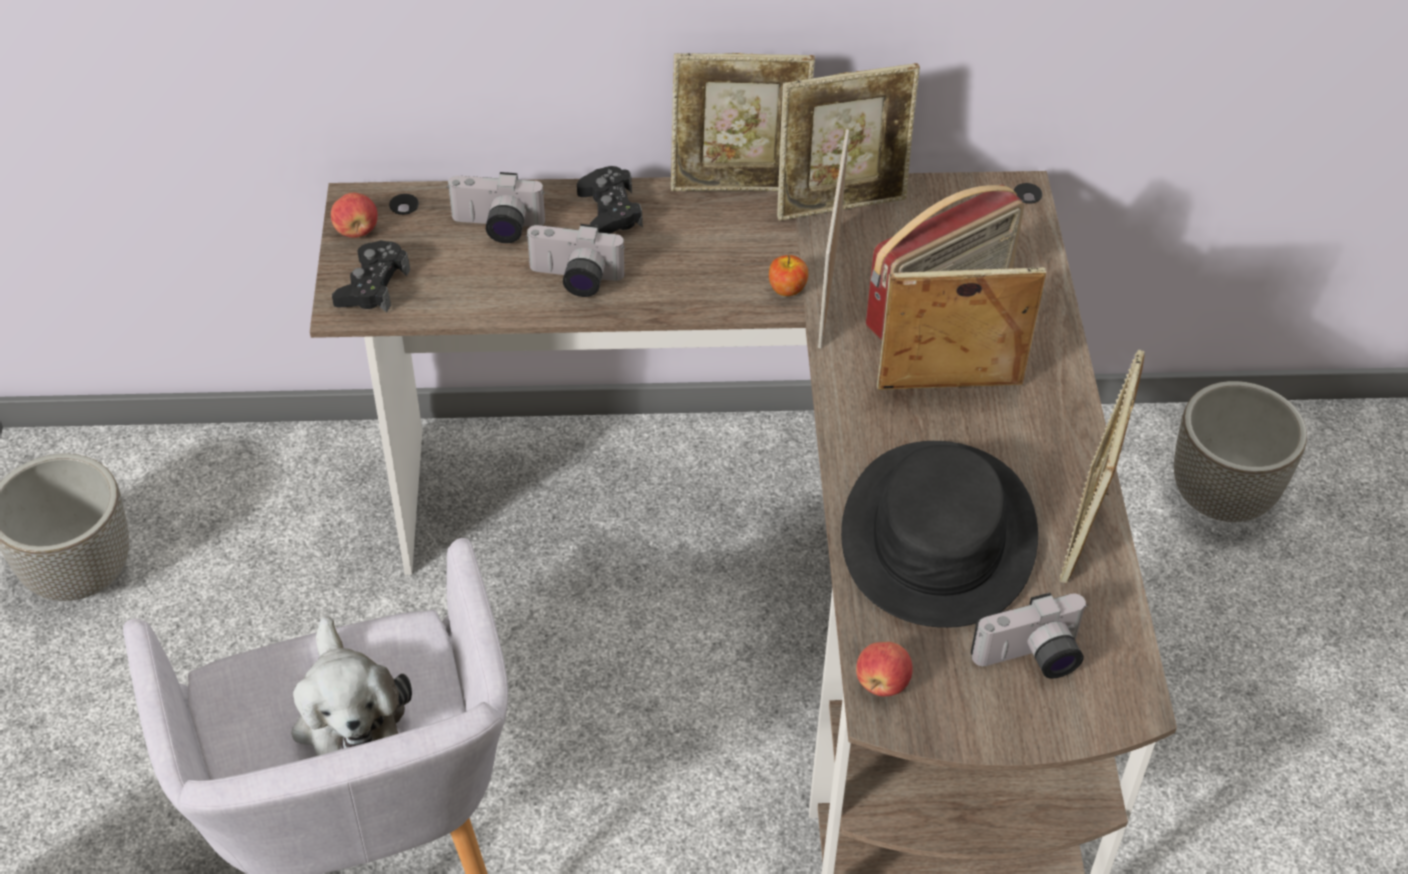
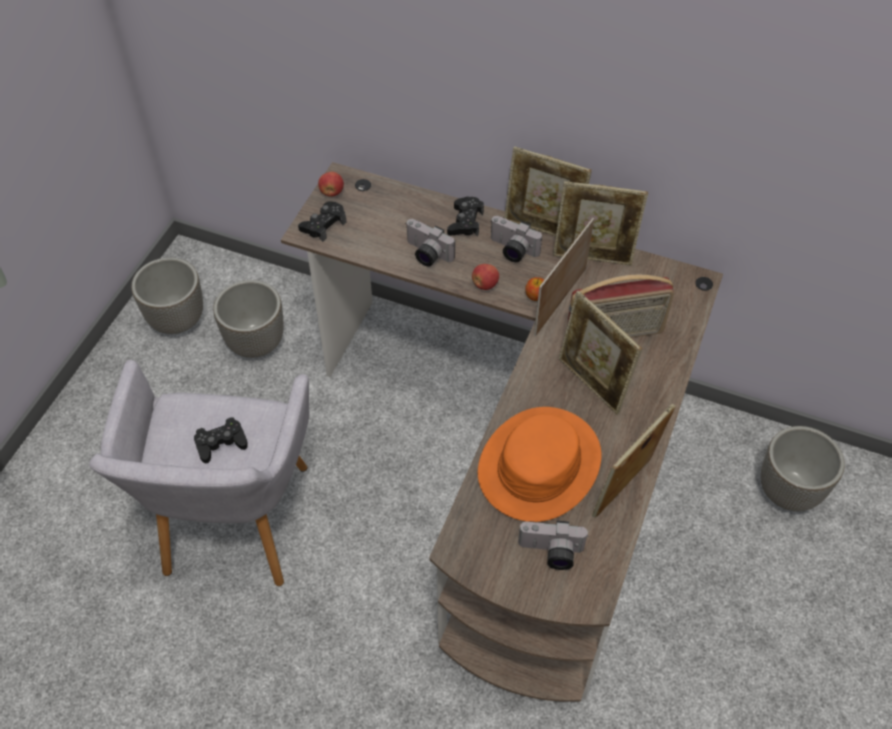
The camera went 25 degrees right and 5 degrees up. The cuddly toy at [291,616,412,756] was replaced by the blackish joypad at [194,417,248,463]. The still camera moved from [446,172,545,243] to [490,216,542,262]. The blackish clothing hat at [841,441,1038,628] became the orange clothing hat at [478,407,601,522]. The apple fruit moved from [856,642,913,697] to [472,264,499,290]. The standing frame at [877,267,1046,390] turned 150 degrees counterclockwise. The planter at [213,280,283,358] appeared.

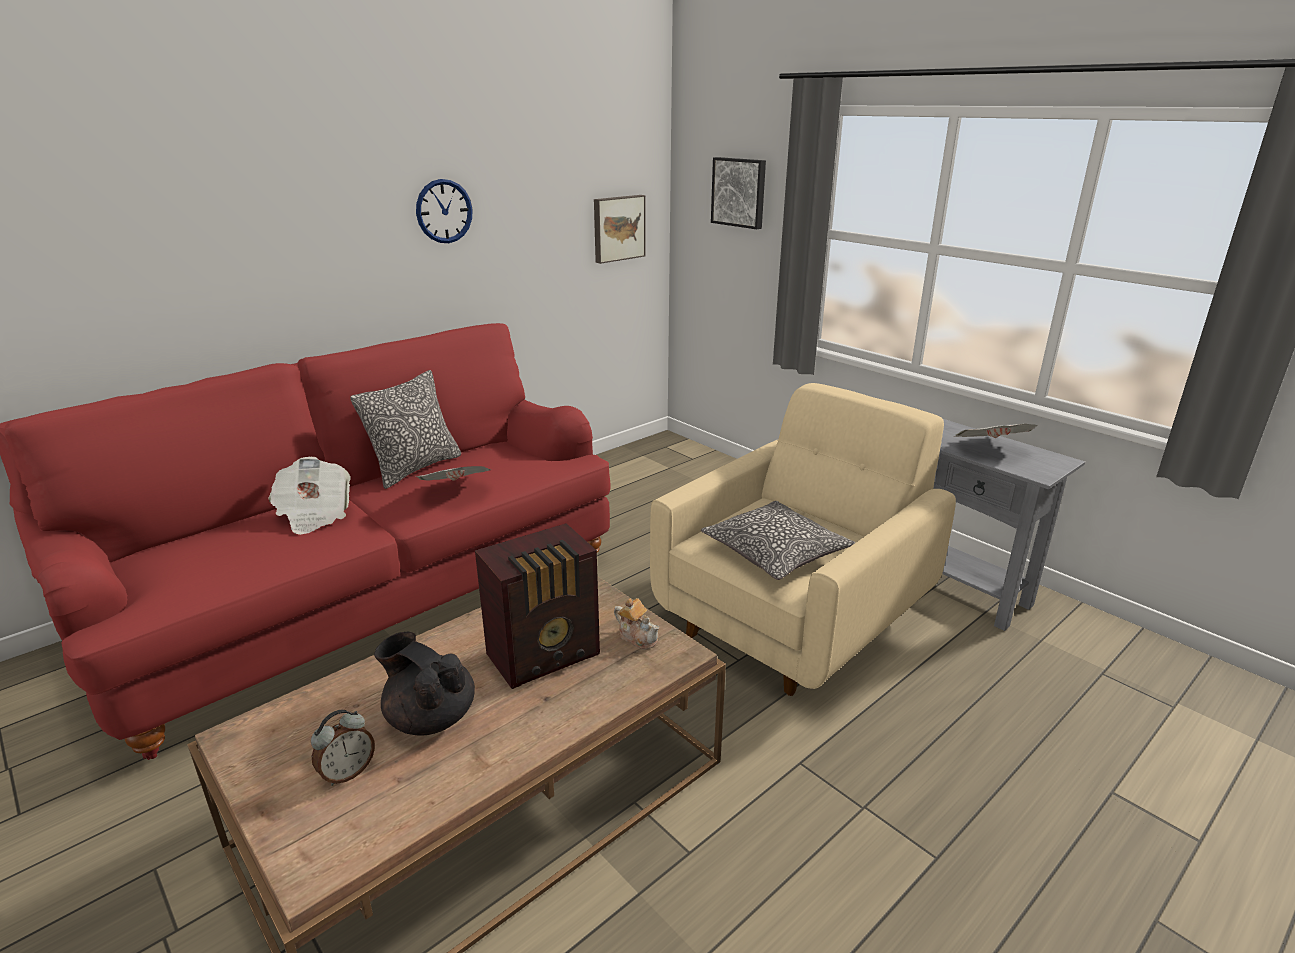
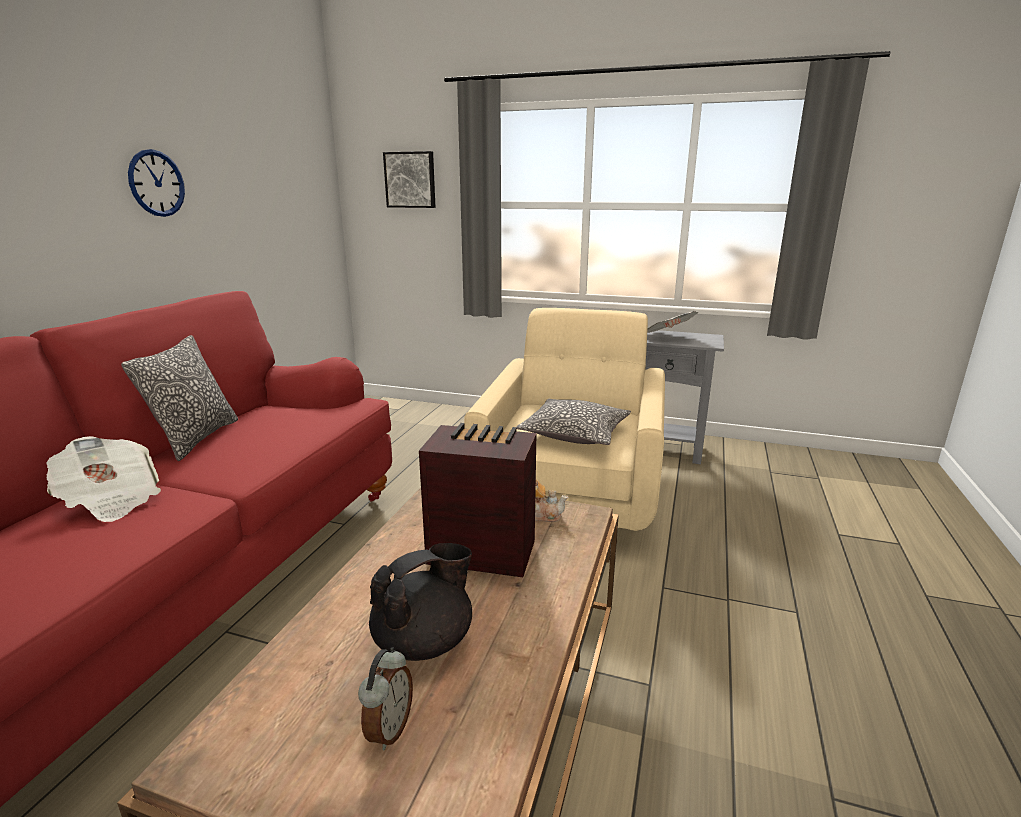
The camera went 30 degrees left and 5 degrees down. The blackish teapot at [374,632,475,736] turned 135 degrees clockwise. The newspaper at [416,466,491,481] disappeared. The radio at [475,523,600,689] turned 105 degrees counterclockwise. The picture at [594,195,645,264] disappeared.

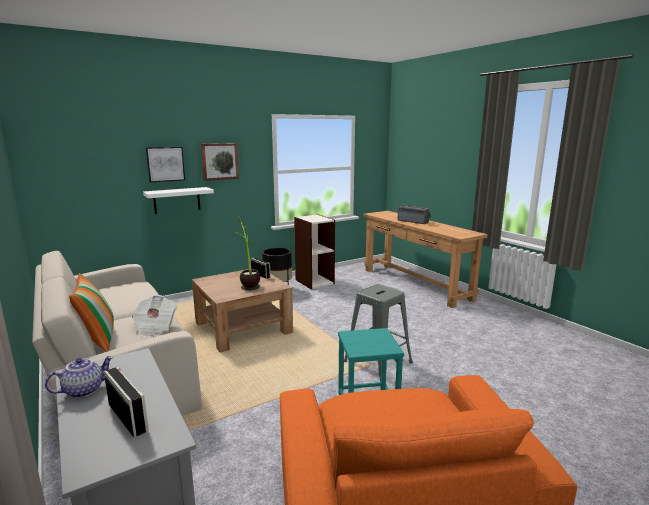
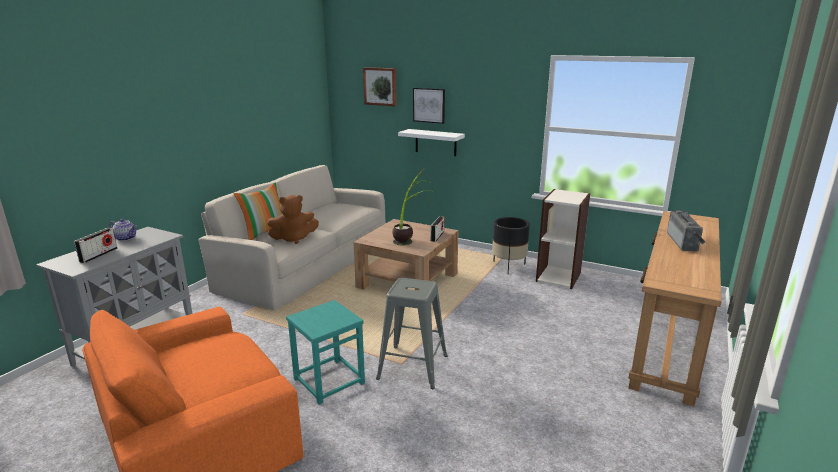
The camera went 60 degrees right and 5 degrees up. The newspaper at [132,295,177,337] was replaced by the brownish cuddly toy at [267,195,319,244]. The picture moved from [201,143,239,181] to [363,67,397,106].

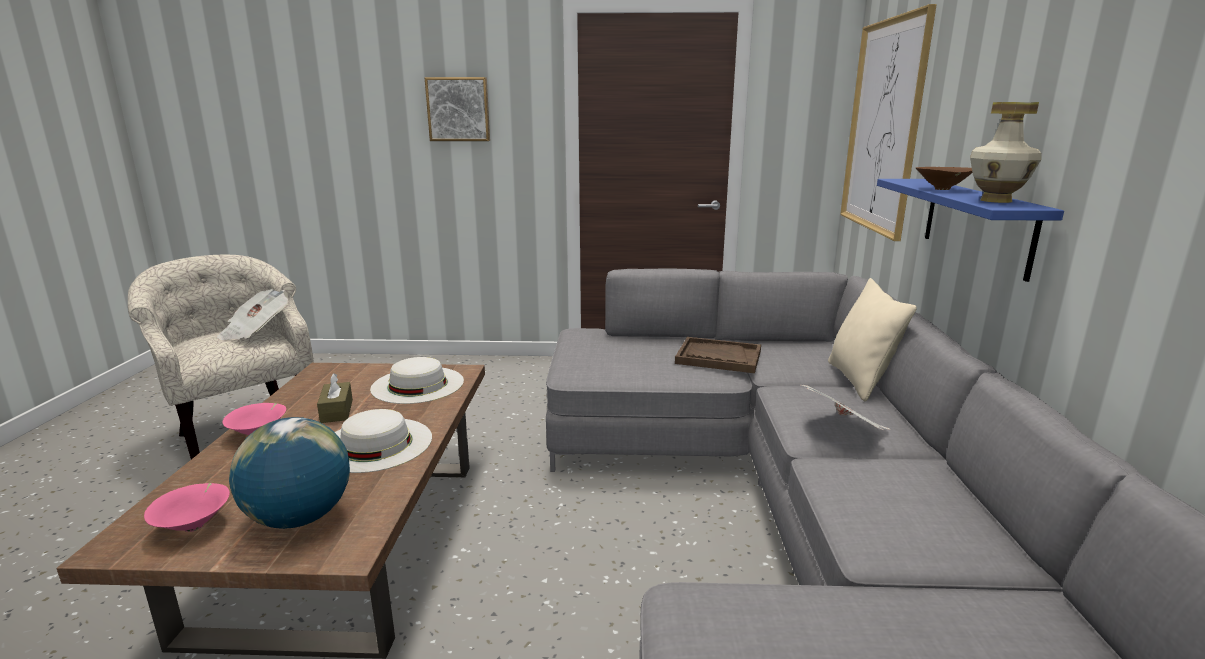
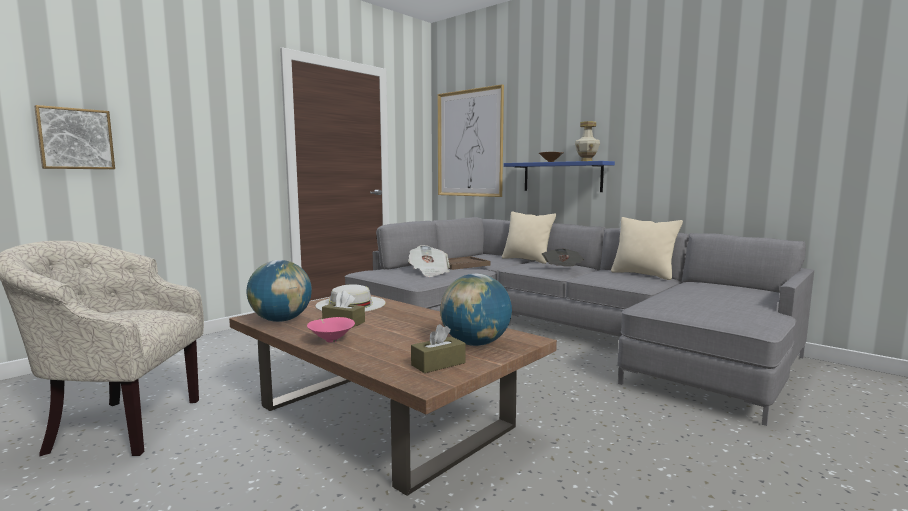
The camera went 50 degrees left and 10 degrees down. The pink-coloured bowl at [144,483,230,532] was replaced by the brownish box of tissues at [411,324,465,373]. The newspaper moved from [217,289,288,340] to [408,245,450,277]. The white-coloured clothing hat at [335,409,432,473] disappeared. The picture moved from [425,77,490,141] to [34,105,115,169]. The desk globe at [247,260,312,322] appeared. The beige-coloured throw pillow at [611,217,683,280] appeared.

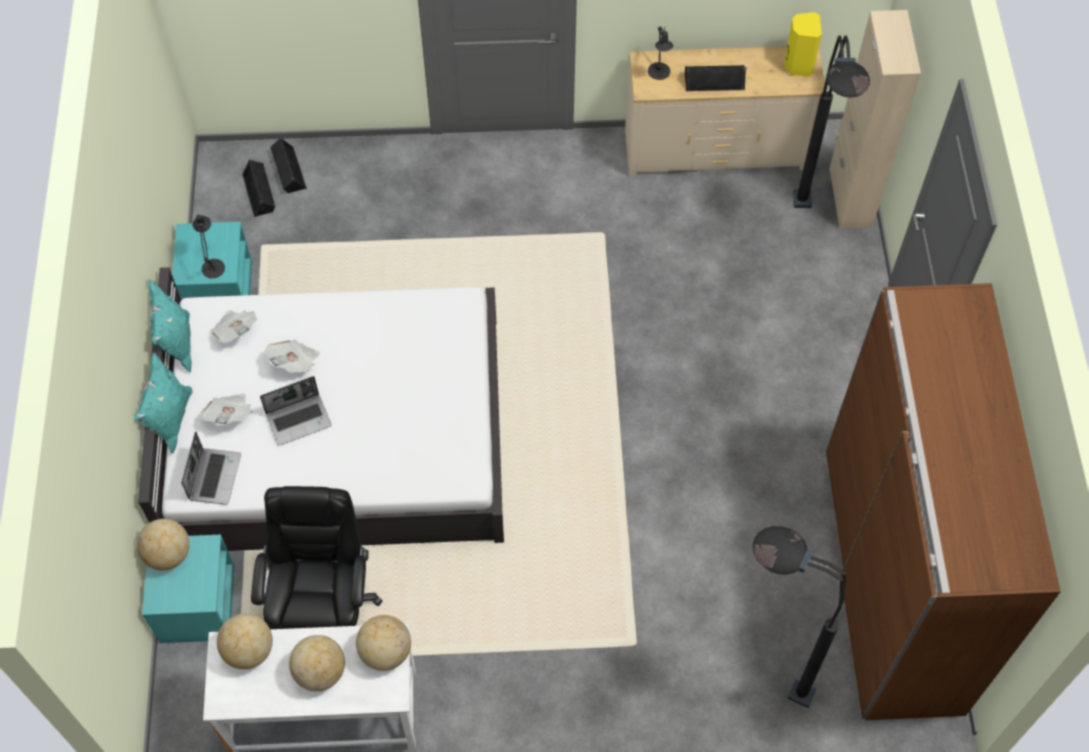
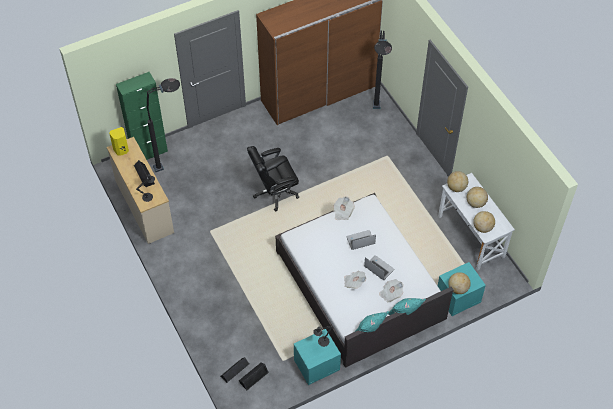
The camera went 115 degrees left and 5 degrees down. The portable computer moved from [181,431,241,505] to [346,230,376,250]. The newspaper moved from [210,310,257,343] to [333,196,355,220]. The blackish computer chair moved from [251,486,383,629] to [247,146,299,211]. The beige-coloured cupboard at [829,10,921,229] became the green-coloured cupboard at [116,72,168,160].

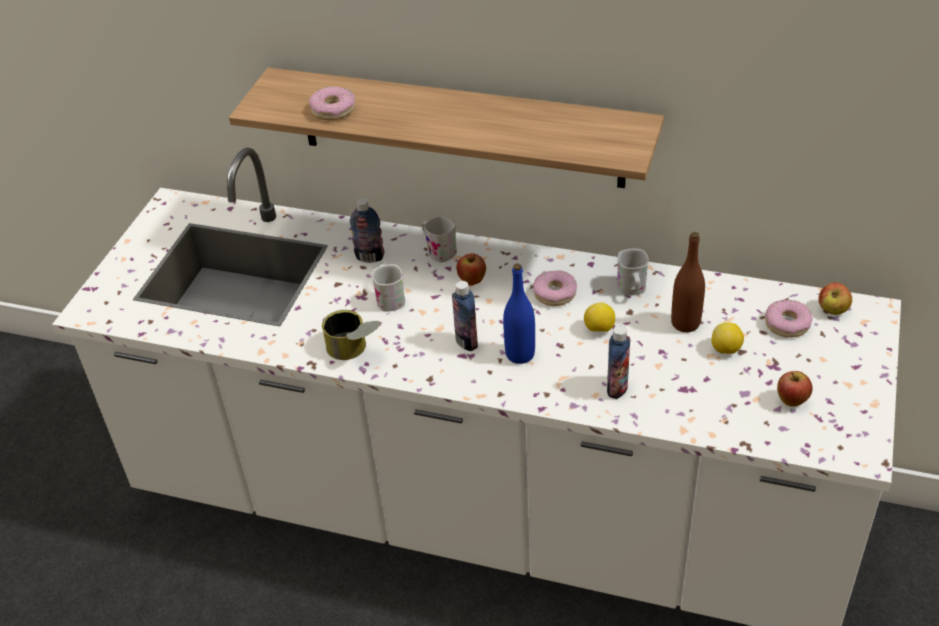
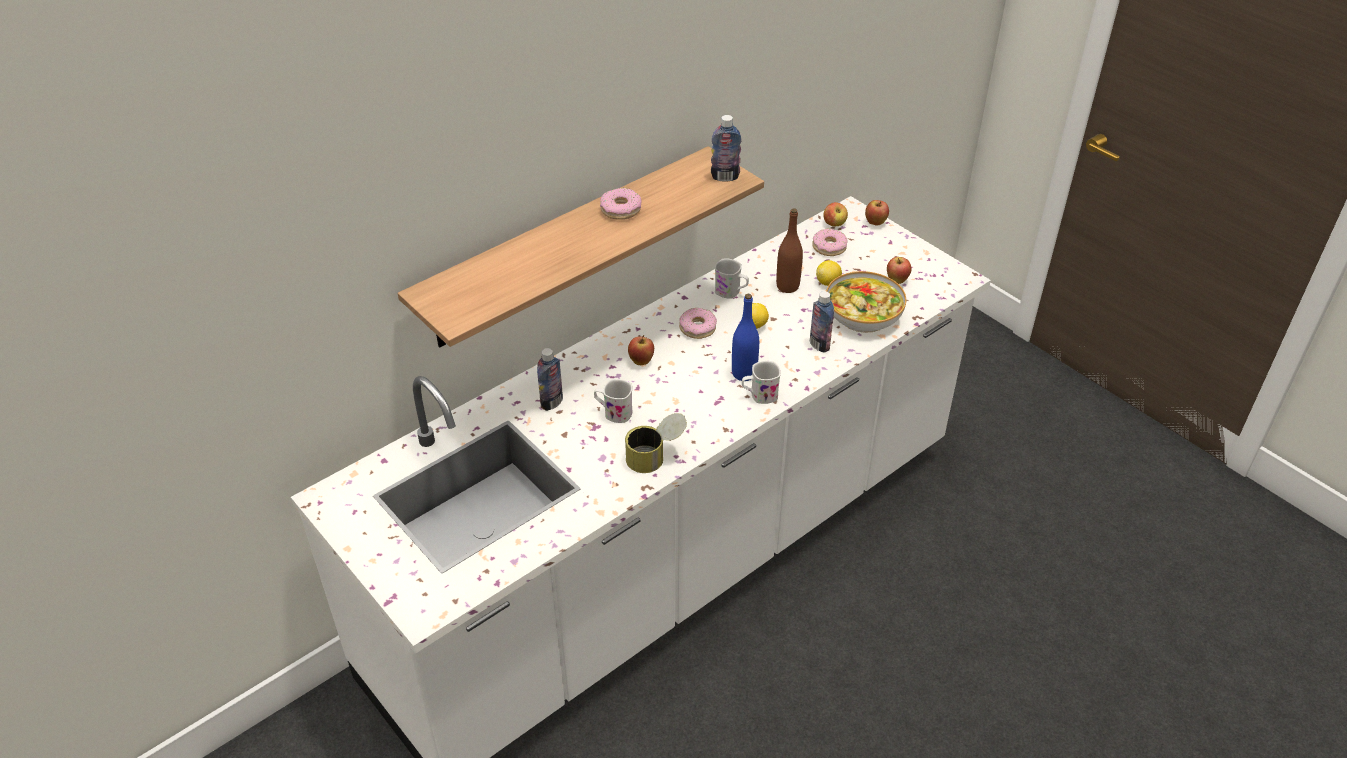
The camera went 60 degrees left and 0 degrees up. The ring doughnut moved from [309,86,356,120] to [600,188,641,220]. The white-coloured coffee mug moved from [422,216,457,263] to [742,361,781,404]. The drink bottle moved from [452,281,478,351] to [711,115,742,182]. The bowl at [826,271,906,333] appeared. The apple fruit at [865,200,889,226] appeared.

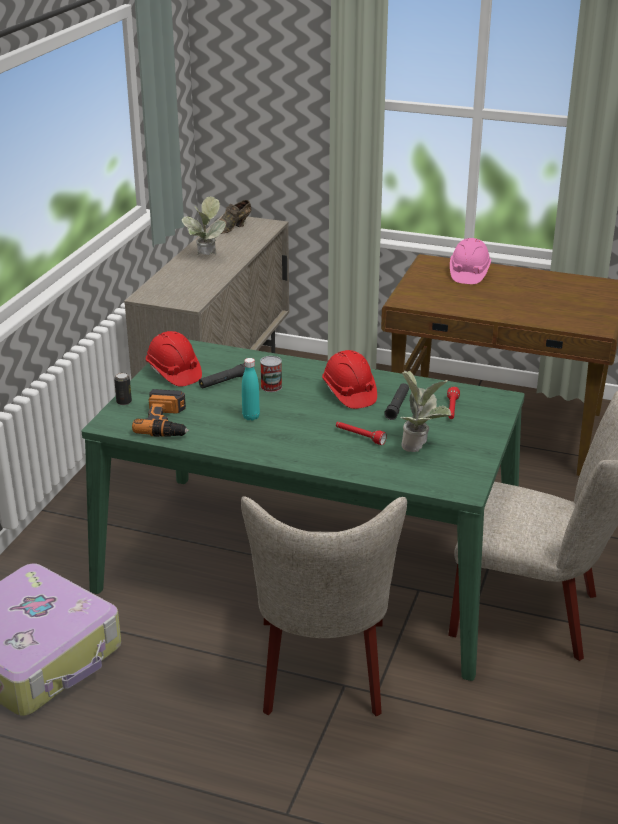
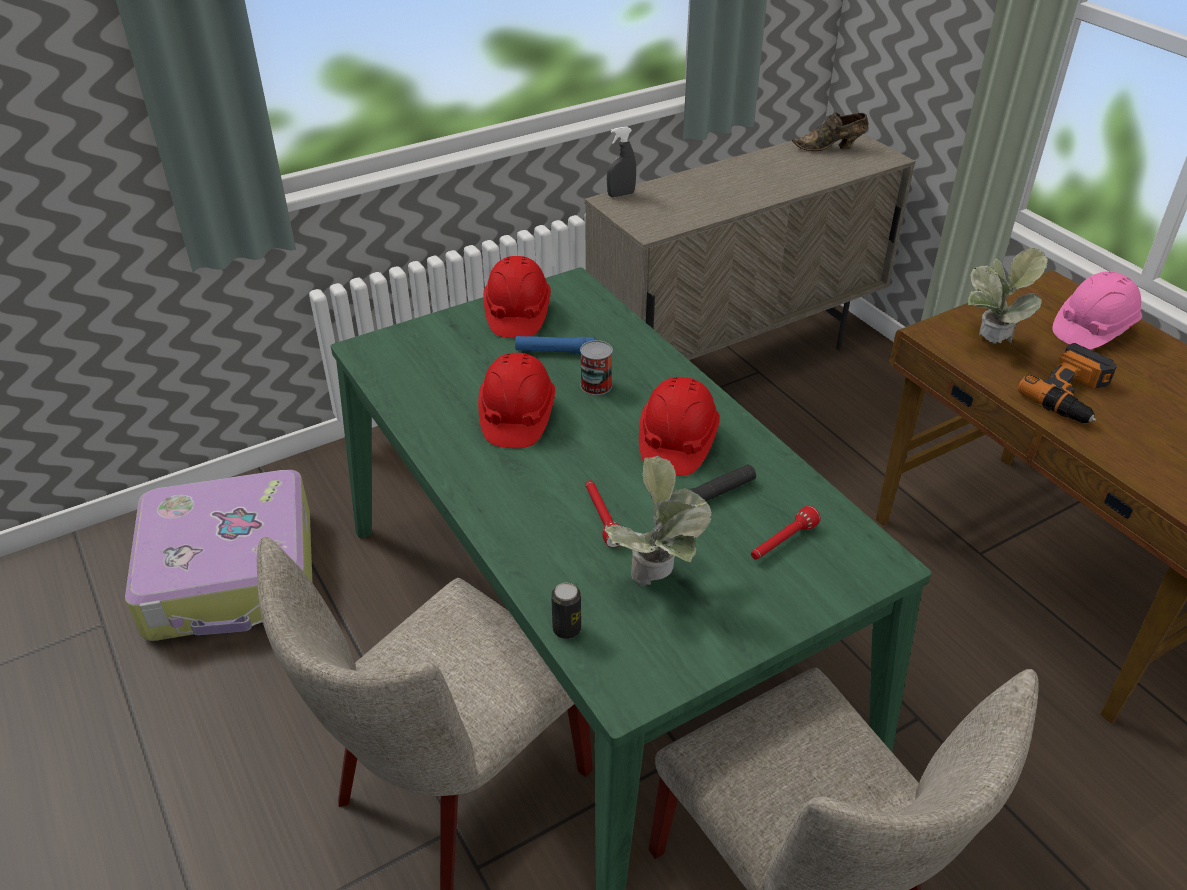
The camera went 40 degrees right and 10 degrees up. The can moved from [114,373,132,405] to [551,583,581,639]. The drill moved from [132,389,189,437] to [1018,343,1117,423]. The houseplant moved from [182,196,226,255] to [968,248,1048,344]. The blackish flashlight at [199,363,245,389] became the blue-coloured flashlight at [515,336,595,355]. The turquoise drink bottle at [242,358,260,421] was replaced by the red-coloured safety helmet at [478,353,555,448]. The greyish sprayer at [607,126,636,197] appeared.

